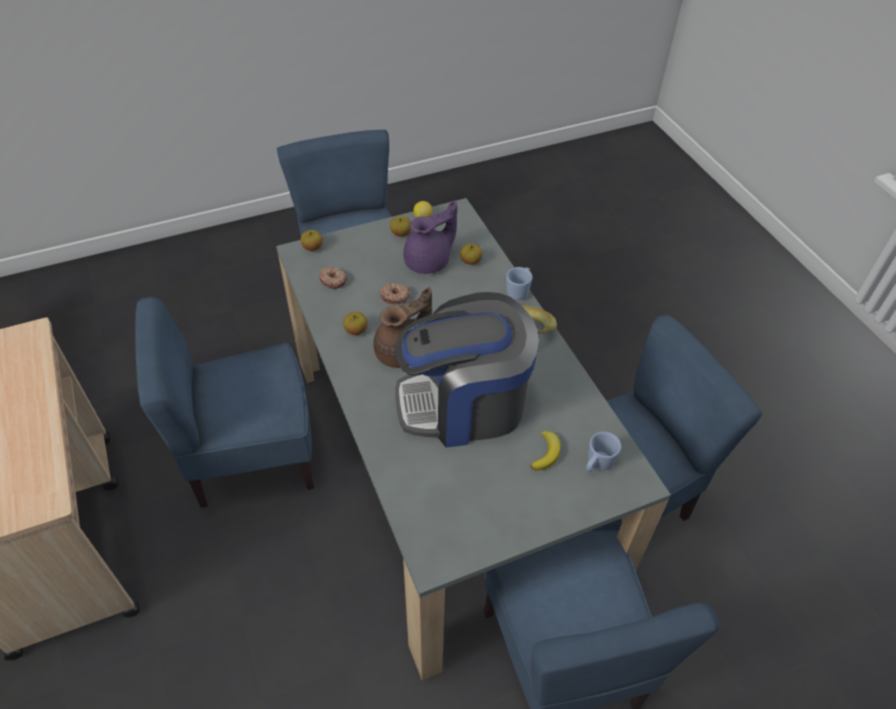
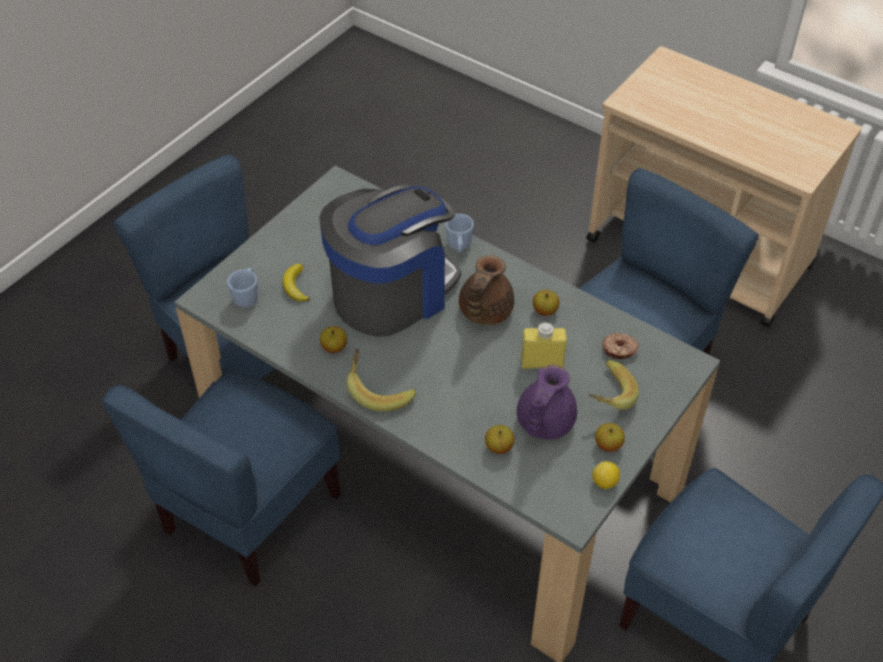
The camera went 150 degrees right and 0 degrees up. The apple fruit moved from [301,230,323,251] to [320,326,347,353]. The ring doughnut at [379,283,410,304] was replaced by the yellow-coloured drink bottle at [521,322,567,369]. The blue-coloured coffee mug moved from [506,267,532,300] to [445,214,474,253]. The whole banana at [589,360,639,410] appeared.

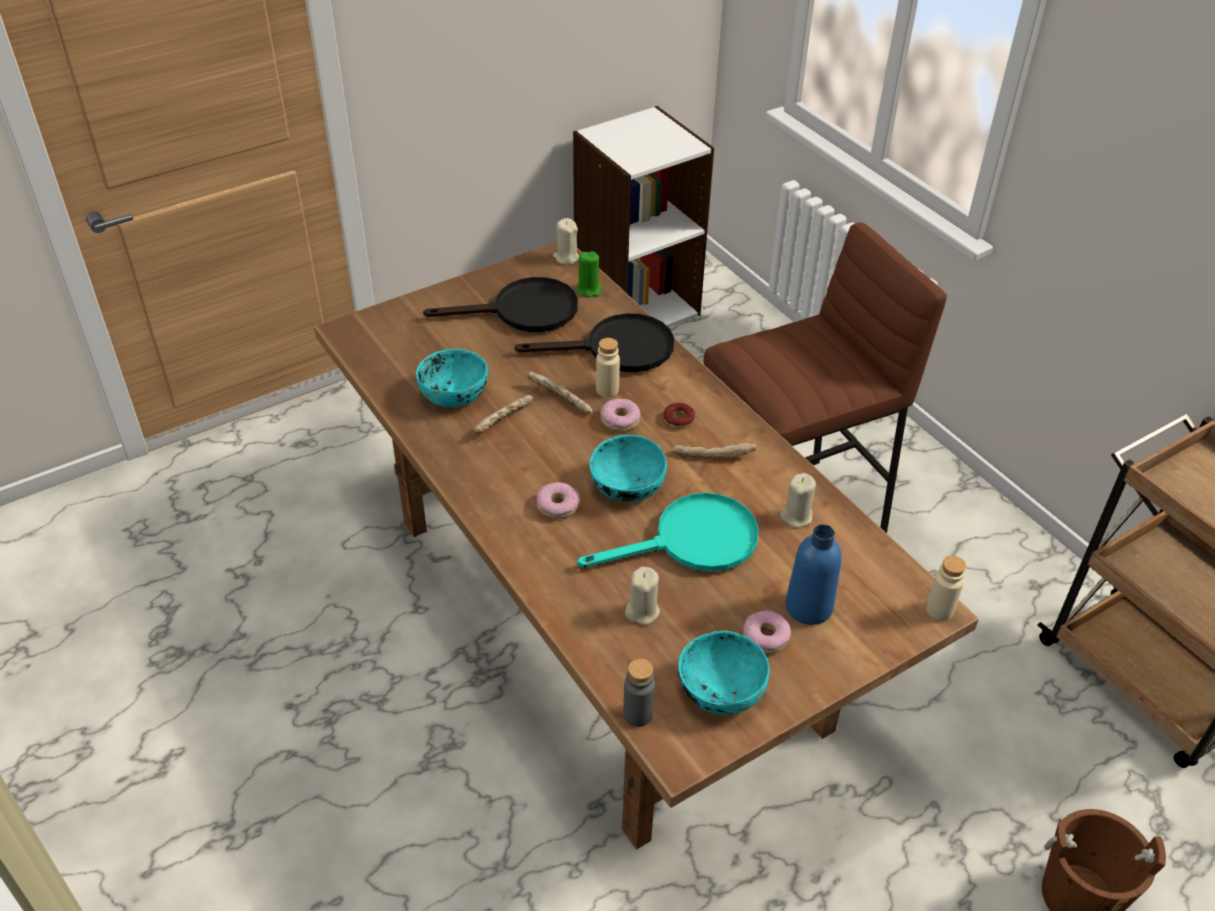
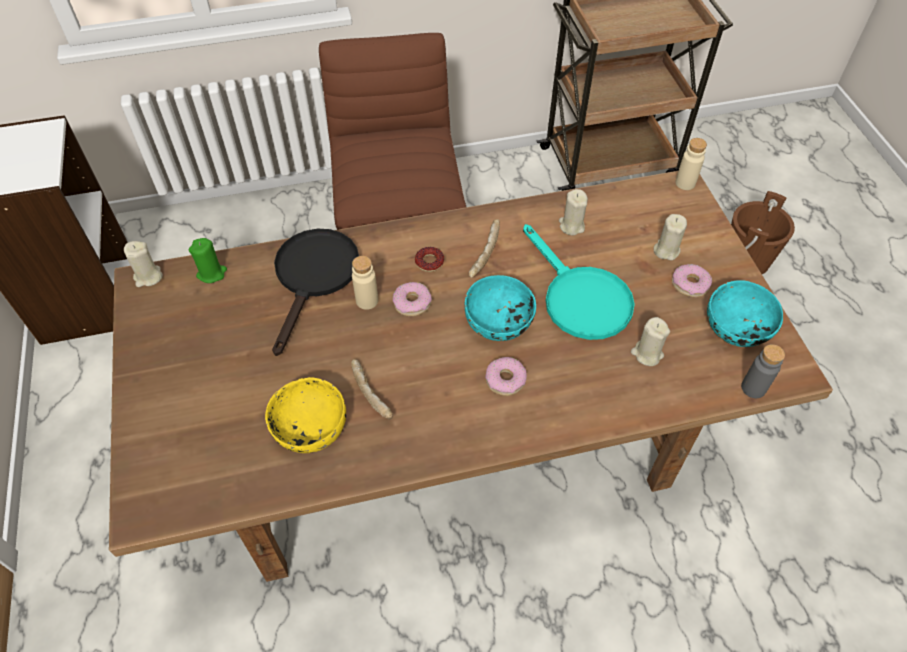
The camera went 70 degrees left and 10 degrees up. The turquoise bowl at [416,349,488,407] became the yellow-coloured bowl at [265,377,346,453]. The blackish frying pan at [423,277,578,332] disappeared. The baked bread at [527,372,592,414] disappeared. The turquoise frying pan at [577,493,759,572] turned 150 degrees clockwise. The blue-coloured drink bottle at [785,524,842,625] was replaced by the beige-coloured wax light at [654,214,687,260].

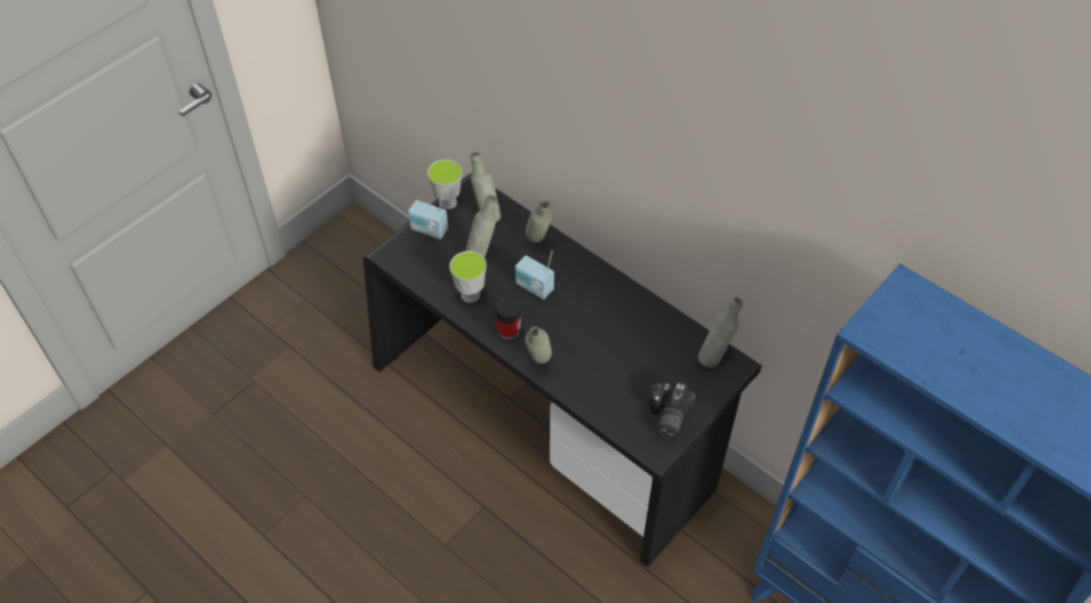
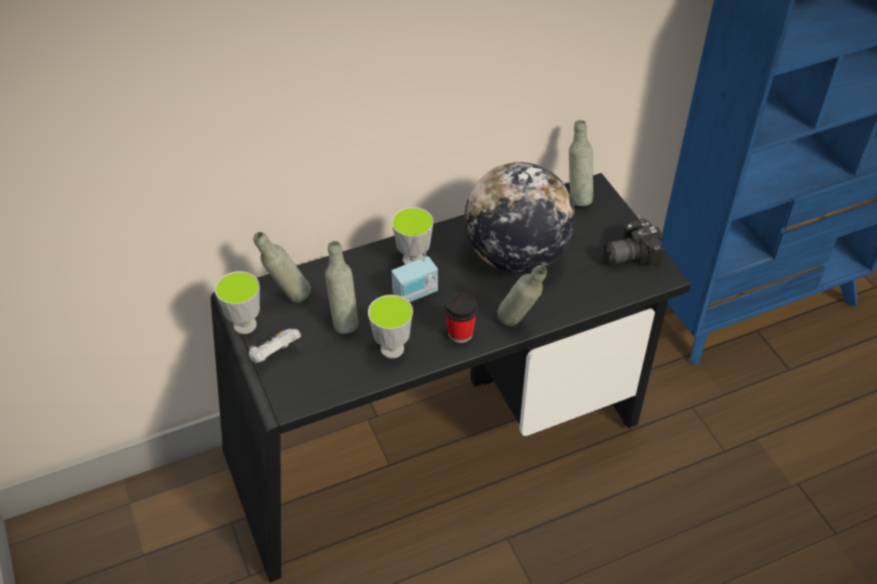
The camera went 65 degrees left and 5 degrees down. The radio at [408,190,448,239] was replaced by the white-coloured joypad at [248,329,301,363]. The greyish drink bottle at [525,200,552,242] disappeared. The still camera at [649,381,696,439] turned 120 degrees clockwise. The drinking cup at [392,207,434,265] appeared. The desk globe at [464,162,575,273] appeared.

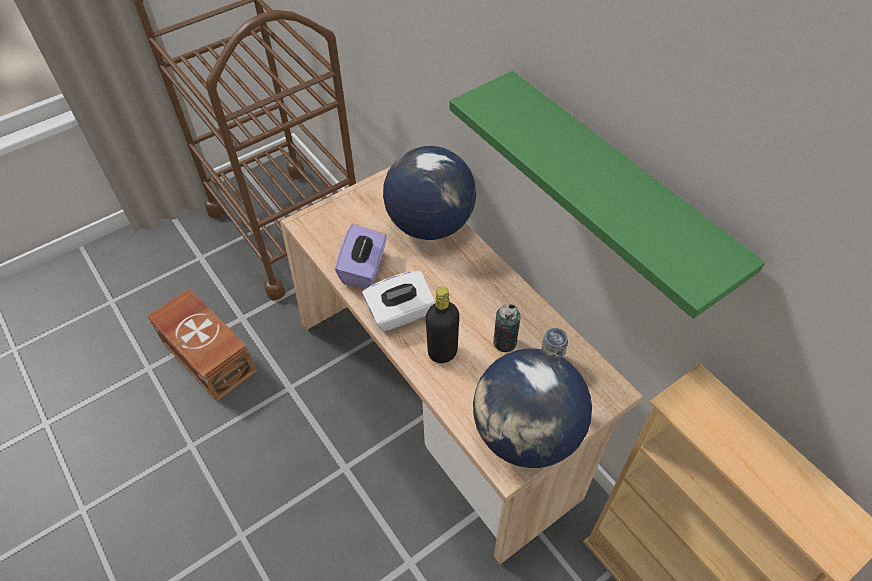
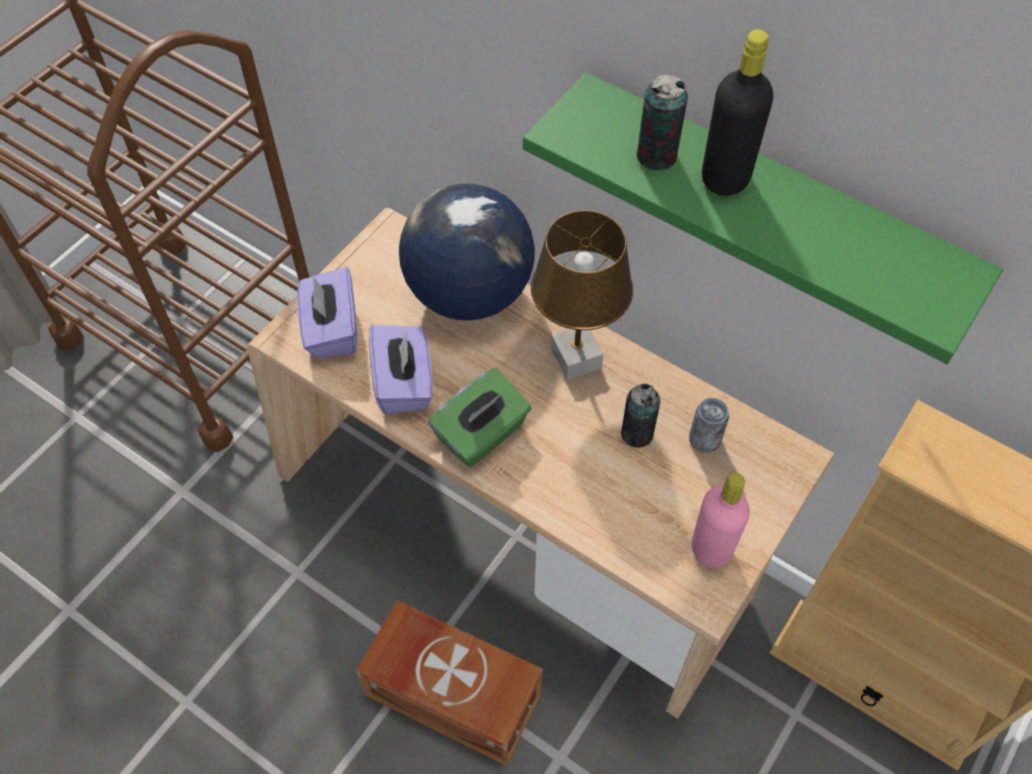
The camera went 20 degrees left and 5 degrees up. The brownish storage container moved from [147,288,257,402] to [356,600,543,766]. The white-coloured box of tissues at [362,270,435,332] became the green-coloured box of tissues at [429,368,532,467]. The blackish drink bottle moved from [426,286,459,363] to [702,29,773,196]. The desk globe at [473,349,592,468] was replaced by the pink-coloured drink bottle at [692,472,750,568]. The purplish box of tissues at [298,267,357,358] appeared. The brownish lamp for a table at [531,210,633,380] appeared. The can at [637,75,688,171] appeared.

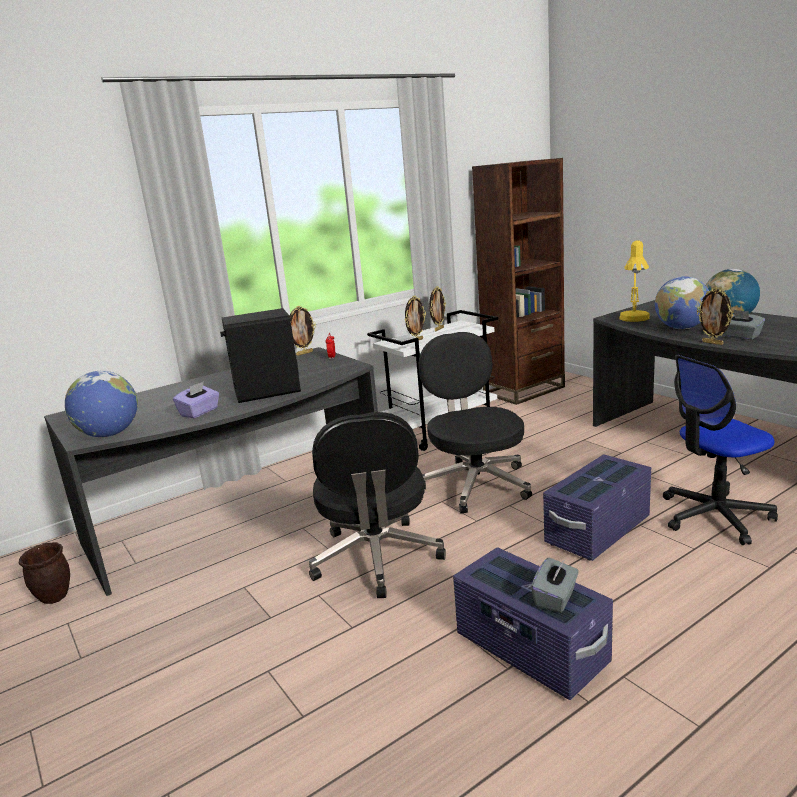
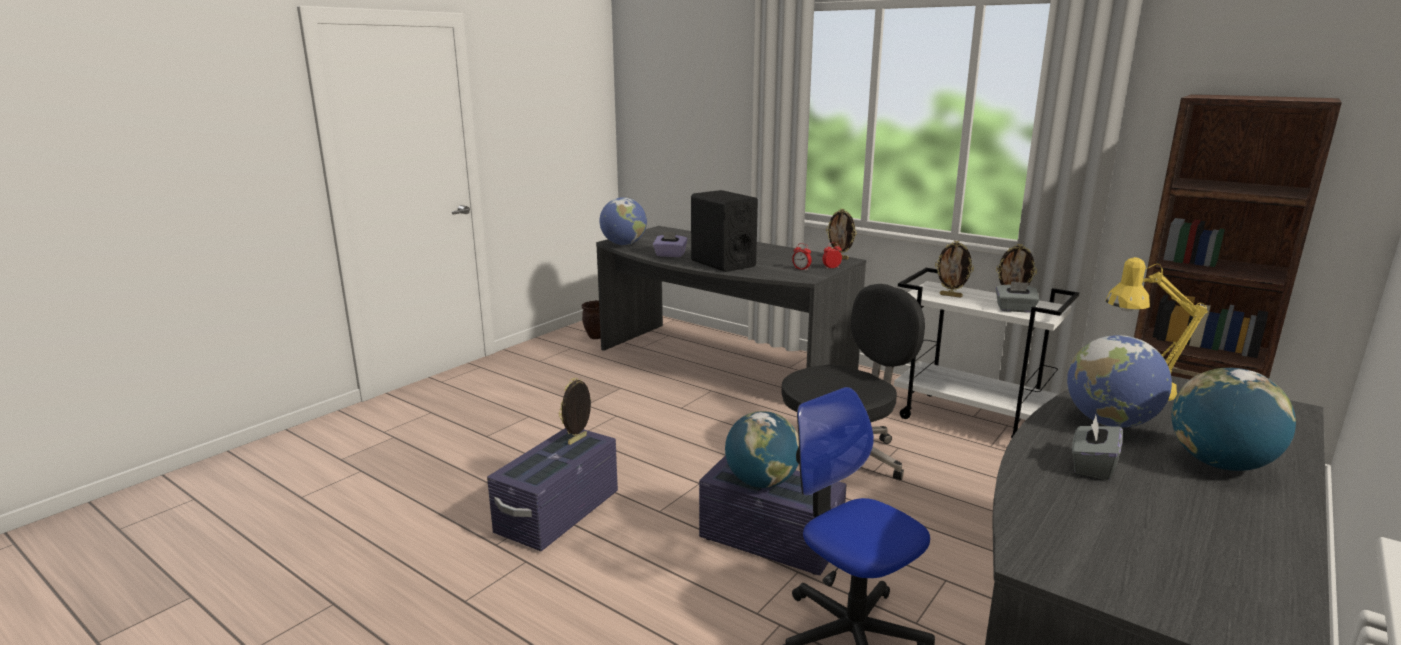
The camera went 70 degrees right and 0 degrees up. The blackish computer chair at [309,412,446,598] disappeared. The greyish box of tissues moved from [531,557,579,613] to [996,281,1040,313]. The standing frame moved from [697,287,733,345] to [559,377,591,445]. The desk globe at [725,411,799,488] appeared. The table clock at [792,243,812,270] appeared.

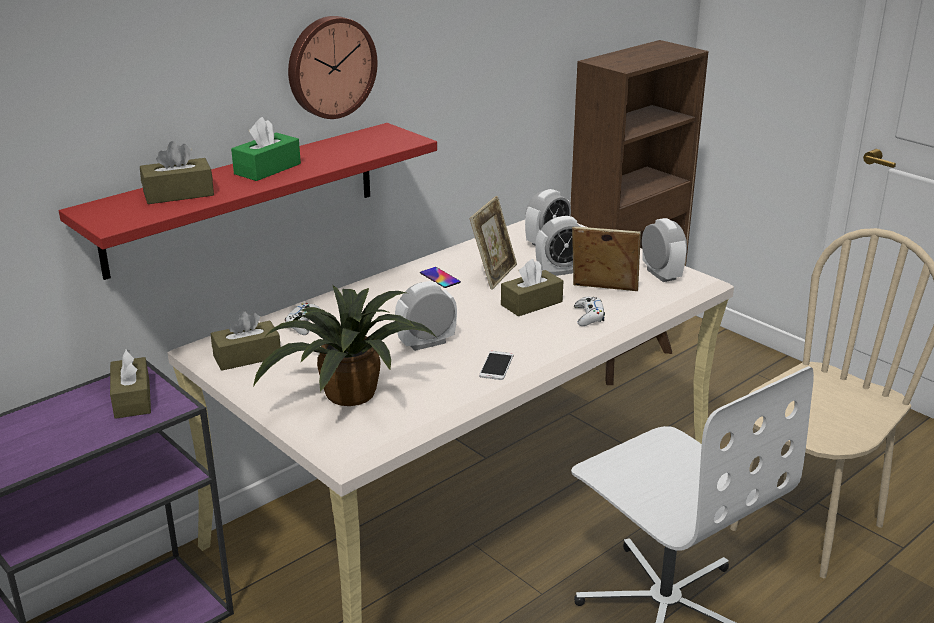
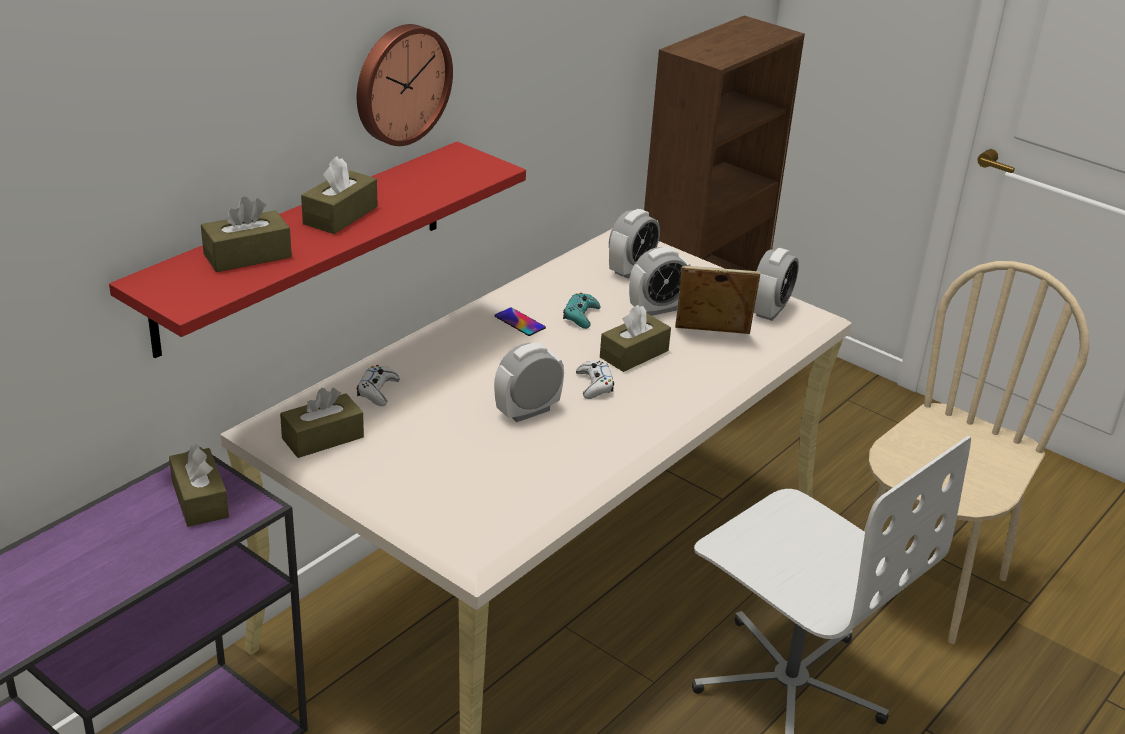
The camera went 10 degrees left and 5 degrees up. The green-coloured box of tissues at [231,117,301,181] became the brownish box of tissues at [301,156,378,234]. The houseplant at [253,285,438,406] disappeared. The standing frame at [469,196,517,290] was replaced by the turquoise joypad at [563,293,600,329]. The phone at [479,351,513,380] disappeared. The white-coloured joypad moved from [574,297,605,326] to [576,360,614,399]. The table clock at [642,218,687,282] turned 60 degrees clockwise.

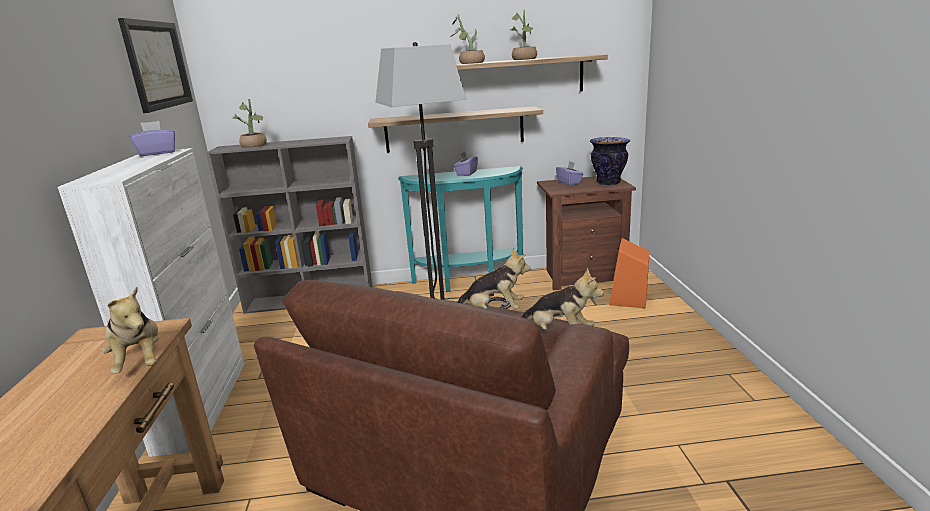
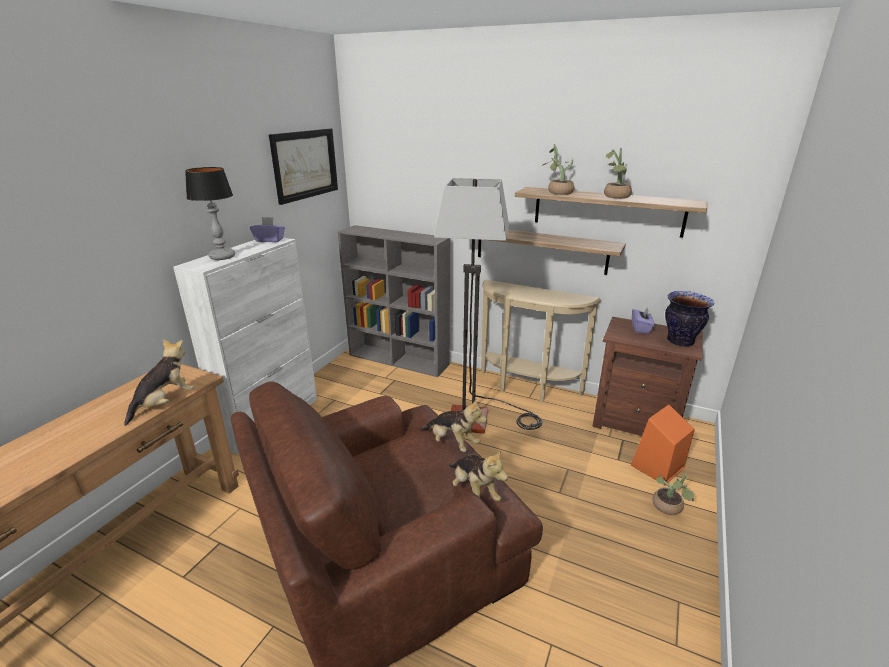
The camera went 30 degrees right and 5 degrees up. The cuddly toy at [101,286,159,374] turned 150 degrees counterclockwise. The houseplant moved from [232,99,267,148] to [652,474,694,515]. The turquoise narrow table at [398,166,523,292] became the beige-coloured narrow table at [481,280,601,402]. The purplish box of tissues at [454,152,478,176] disappeared. The lamp for a table at [185,167,235,260] appeared.

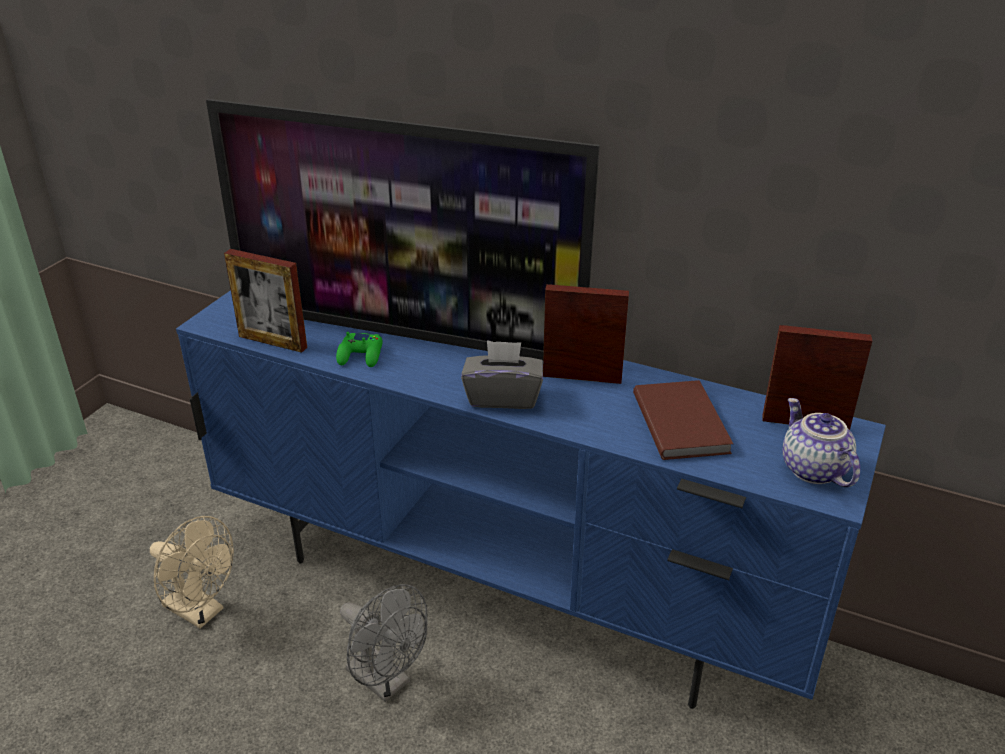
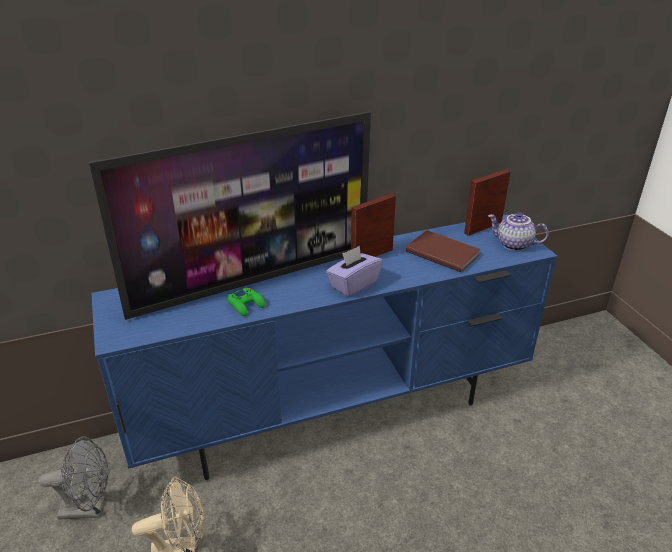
The camera went 45 degrees left and 0 degrees up. The standing frame at [224,249,307,353] disappeared. The greyish cooling fan moved from [340,584,428,702] to [38,436,108,520]. The greyish box of tissues at [461,340,543,409] became the purplish box of tissues at [326,246,383,297].

